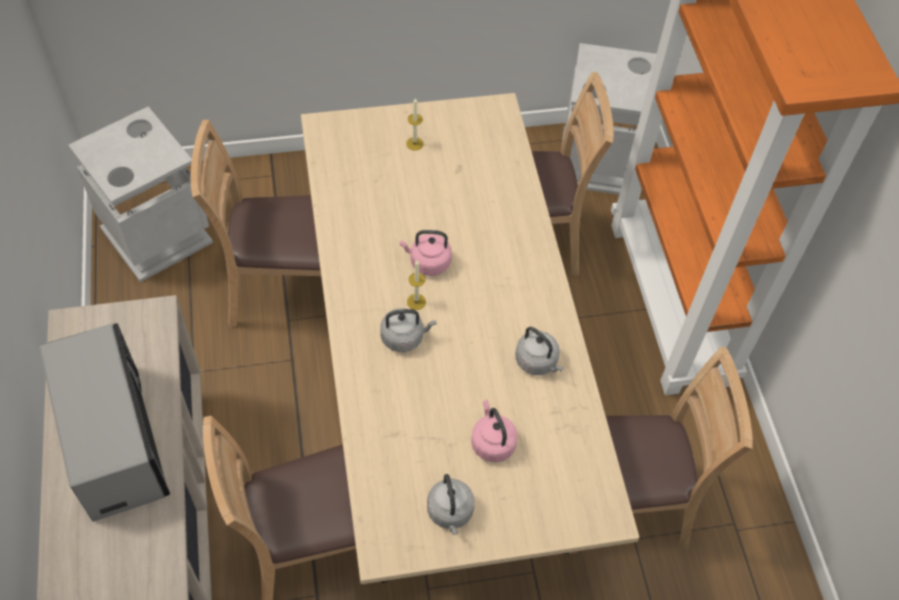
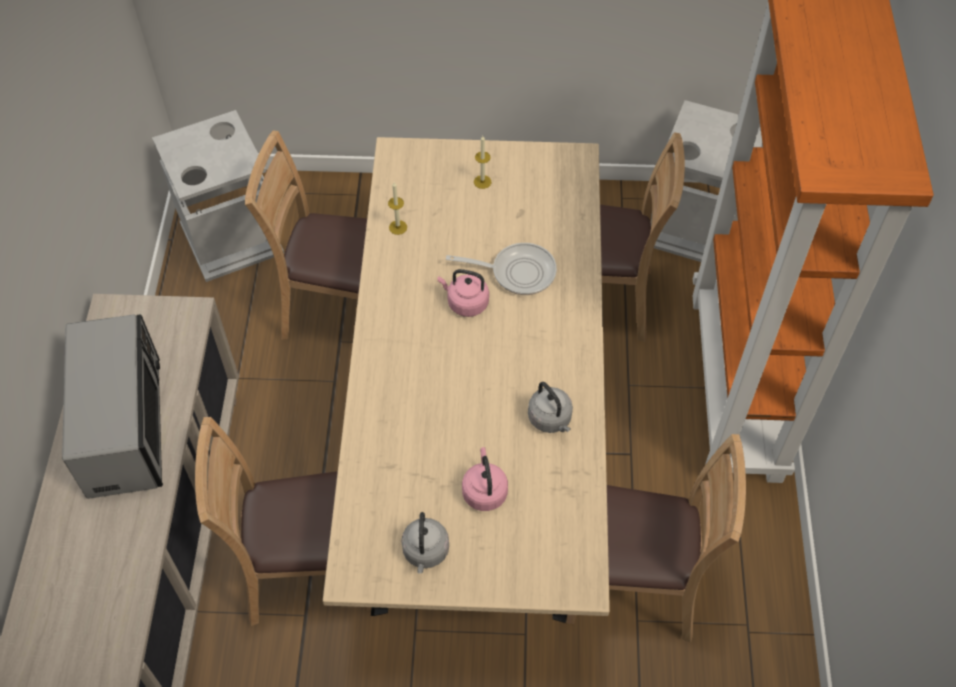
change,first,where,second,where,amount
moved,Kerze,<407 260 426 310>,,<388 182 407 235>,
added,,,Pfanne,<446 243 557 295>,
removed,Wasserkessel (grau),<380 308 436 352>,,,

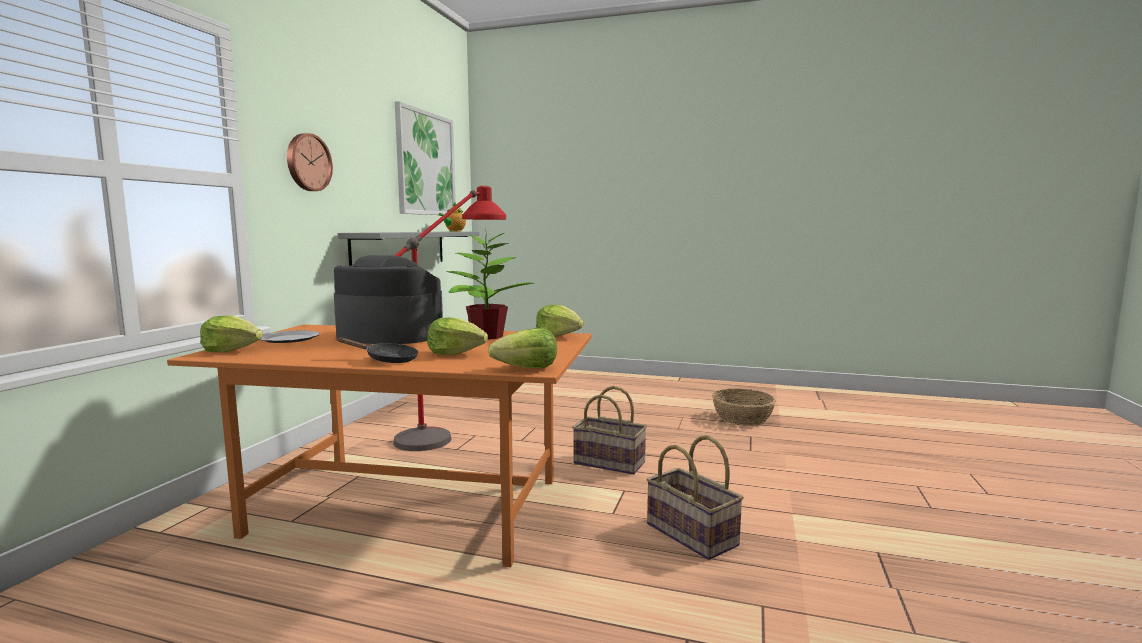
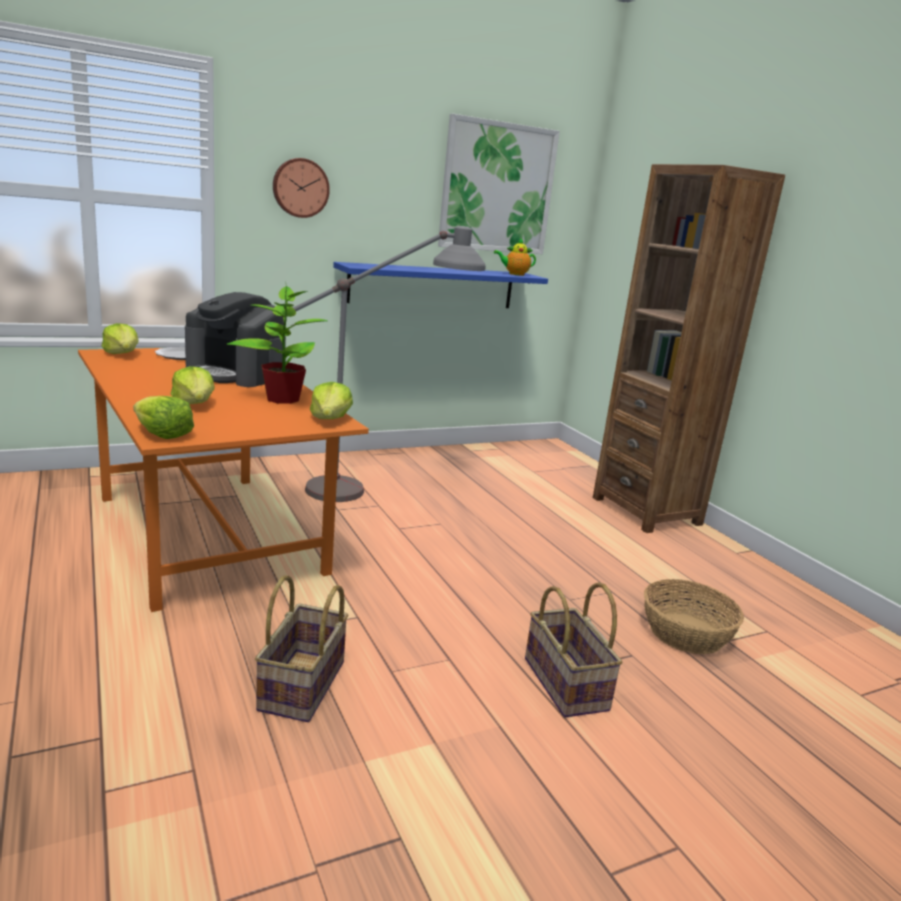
change,first,where,second,where,amount
turned,Kaffeemaschine,<334 255 443 344>,,<185 292 286 387>,150 degrees clockwise
recoloured,Stehlampe (rot),<393 186 506 451>,Stehlampe (grau),<293 226 486 502>,
recoloured,Wandregal (grau),<338 232 479 266>,Wandregal (blau),<333 262 548 308>,
moved,Korb,<572 386 647 475>,,<525 582 623 717>,
added,,,Bücherregal (braun),<593 164 785 533>,
removed,Pfanne (schwarz),<337 338 418 363>,,,

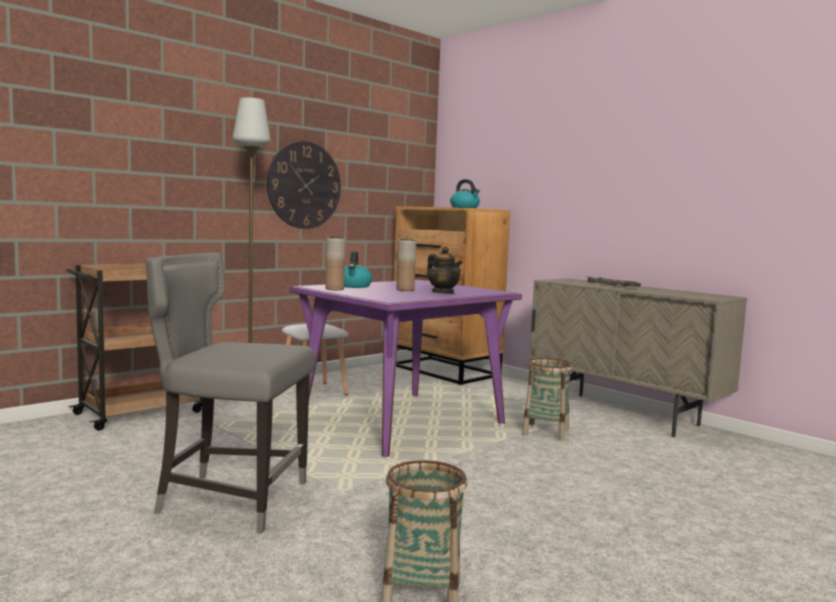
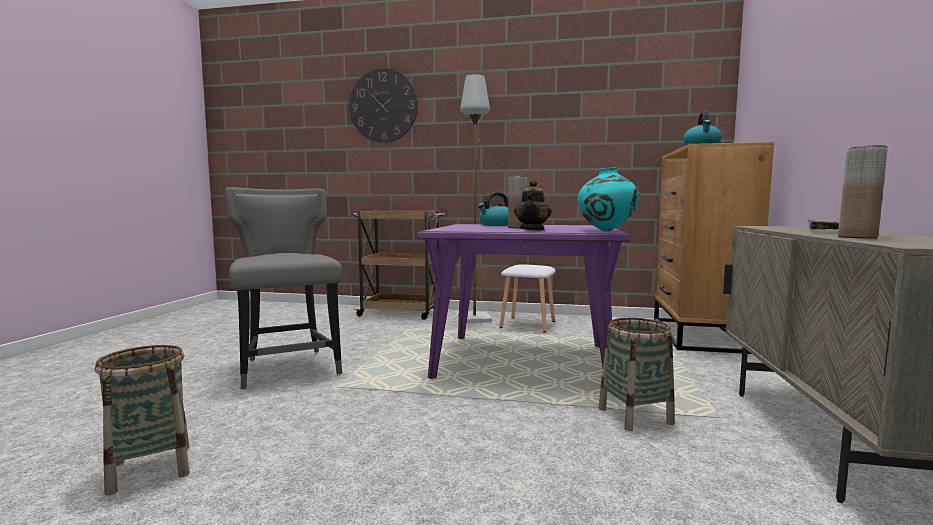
change,first,where,second,where,amount
moved,Wanduhr,<267 141 341 229>,,<349 68 418 143>,
added,,,Vase (türkis),<578 167 640 232>,
moved,Vase (braun),<325 237 345 290>,,<838 145 888 238>,

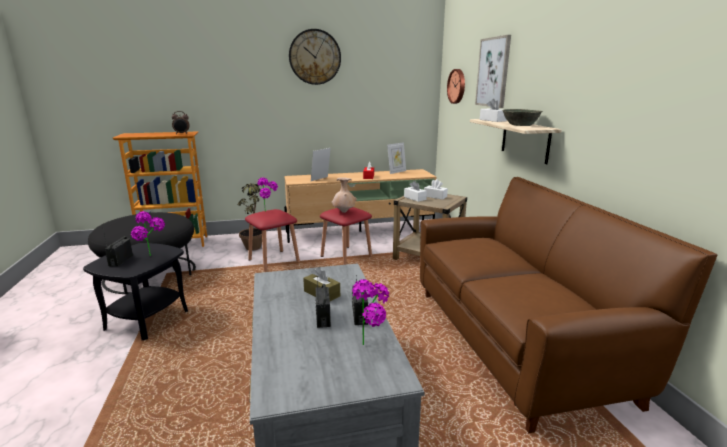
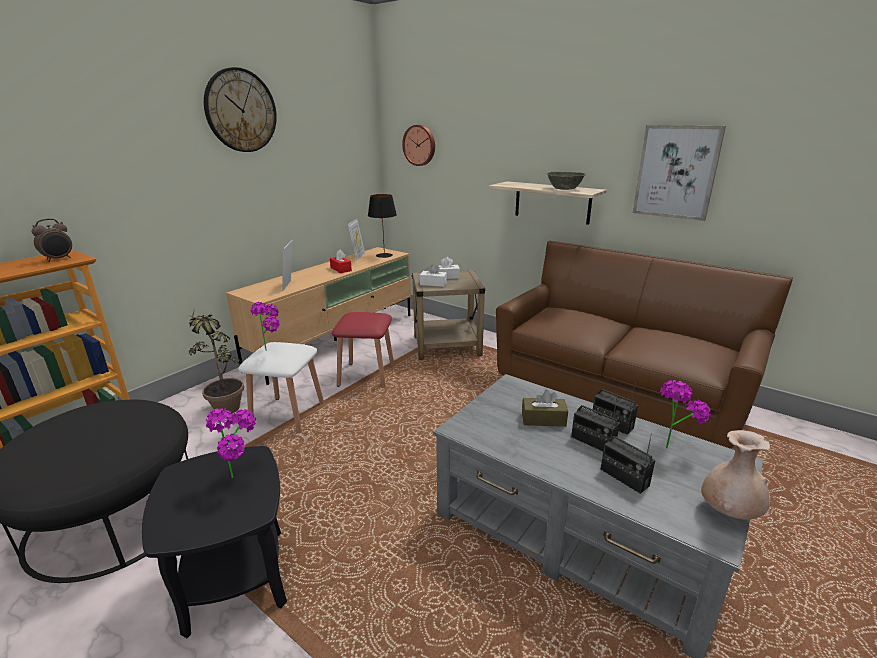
change,first,where,second,where,amount
recoloured,Hocker (rot),<245 209 300 272>,Hocker (weiß),<238 342 324 433>,
added,,,Tischlampe (schwarz),<368 194 397 258>,
moved,Radio,<103 230 133 266>,,<601 433 655 494>,
moved,Bild,<475 35 511 108>,,<633 125 726 221>,
moved,Vase (beige),<332 177 357 213>,,<701 430 771 520>,
removed,Taschentuchbox (weiß),<480 99 507 122>,,,

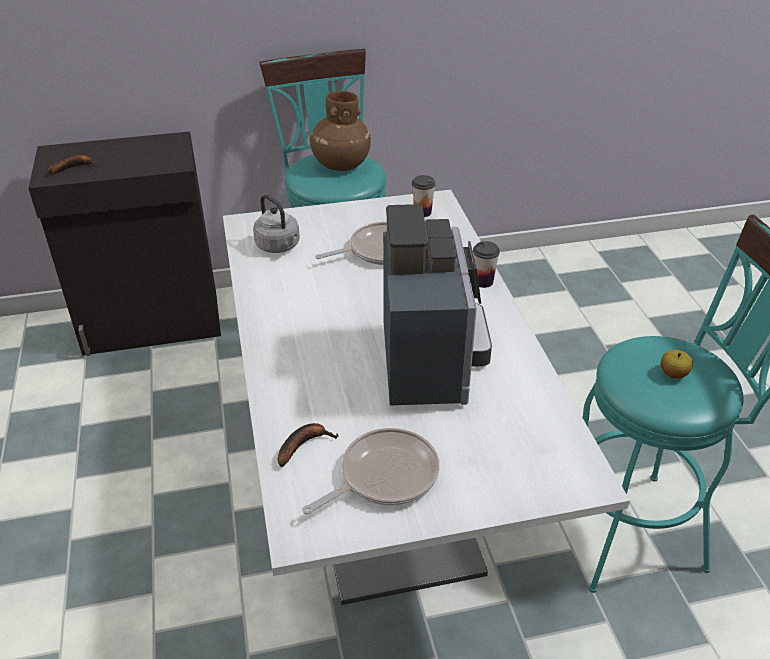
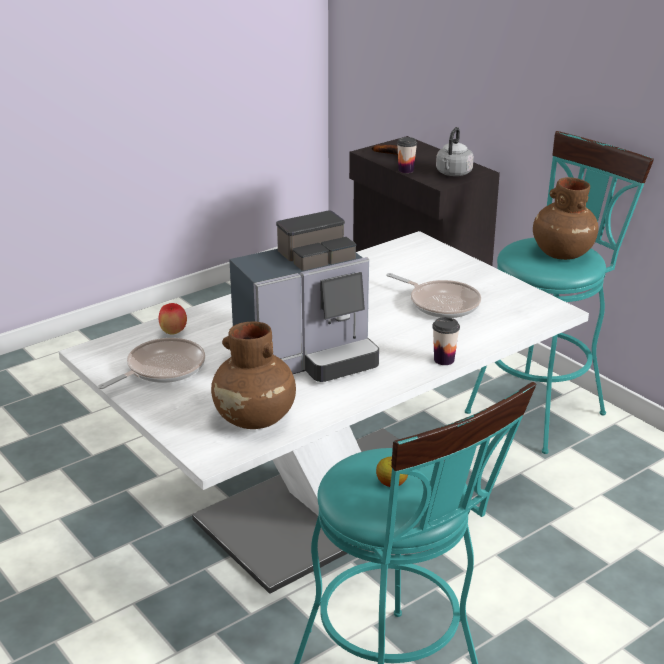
change,first,where,second,where,amount
turned,Pfanne,<302 428 439 514>,,<98 338 205 389>,75 degrees counterclockwise
replaced,Banane,<278 423 339 467>,Apfel,<159 303 187 335>,
added,,,Vase (braun),<211 322 296 429>,
moved,Tasse,<412 175 436 217>,,<397 137 417 173>,
moved,Wasserkessel (grau),<253 195 300 253>,,<436 127 474 176>,

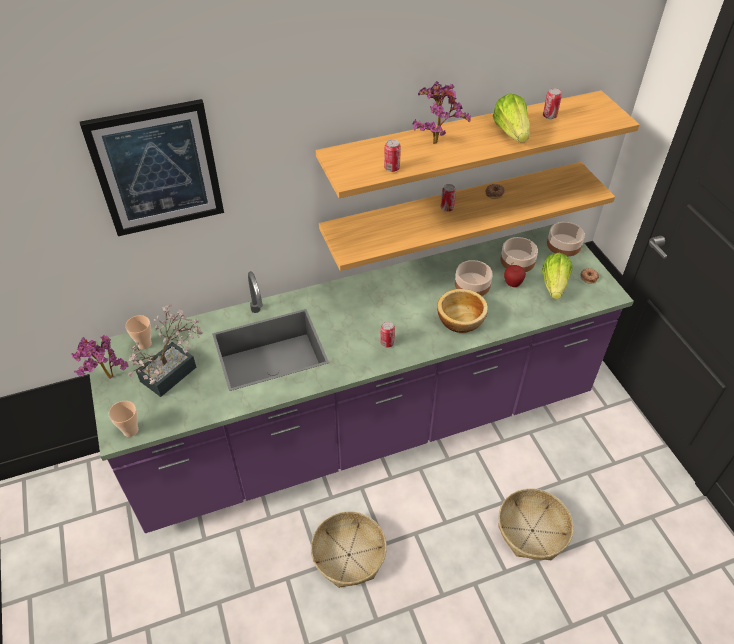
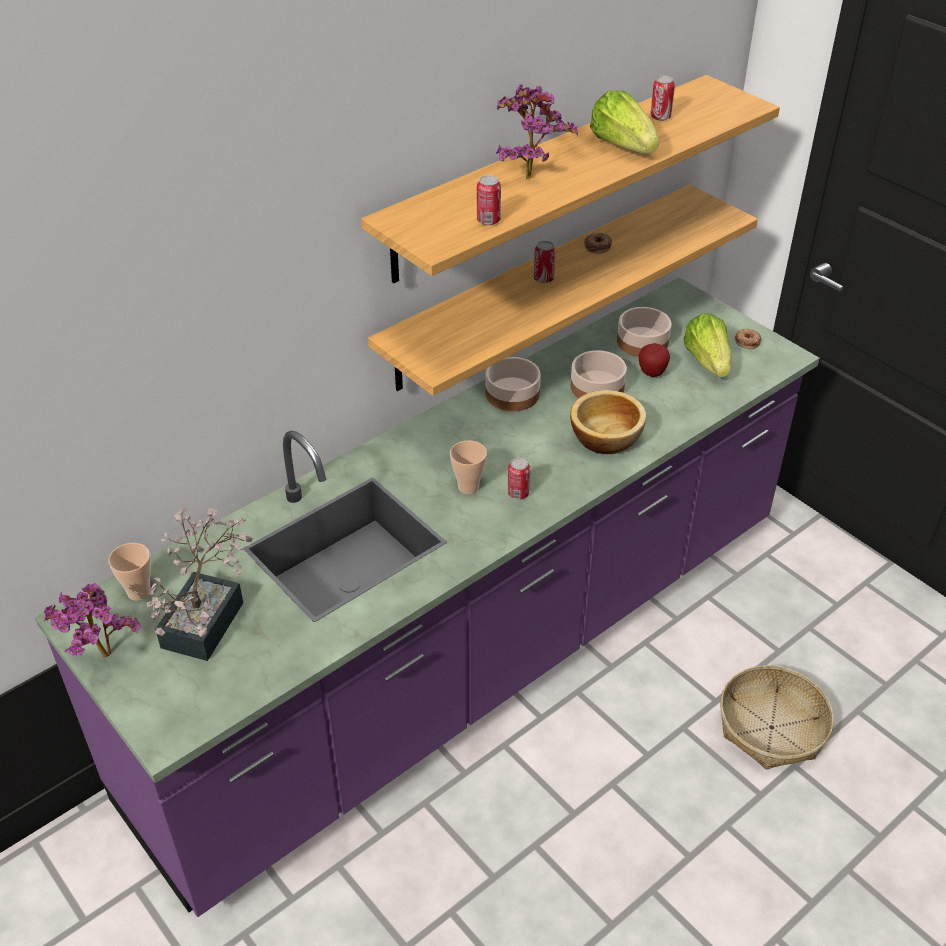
change,first,where,second,where,amount
moved,Tasse,<109 401 138 437>,,<450 440 487 494>,
moved,Schüssel,<547 222 585 256>,,<485 357 541 411>,
removed,Bild,<80 99 224 236>,,,
removed,Korb,<311 511 387 588>,,,

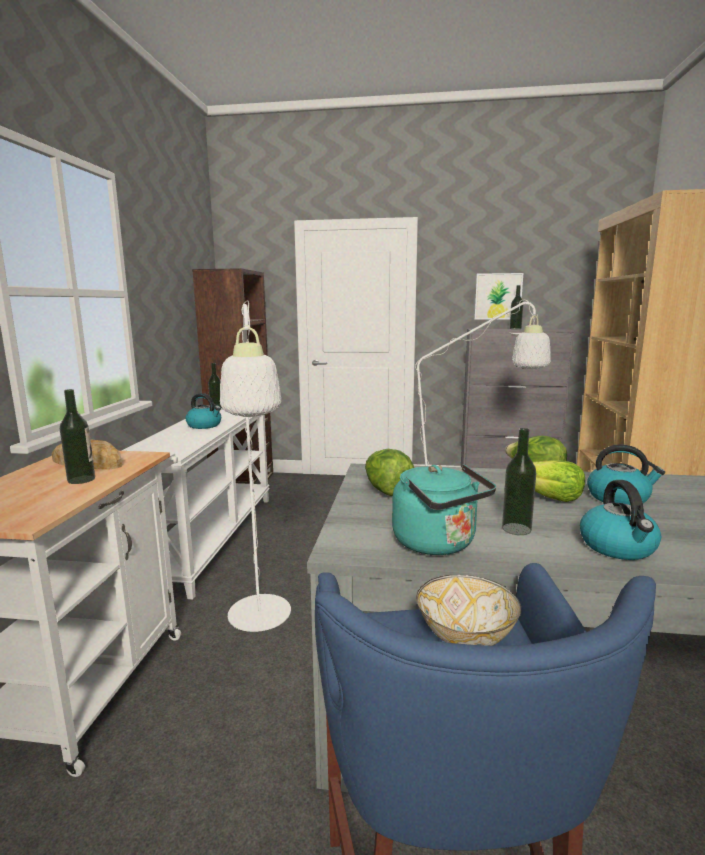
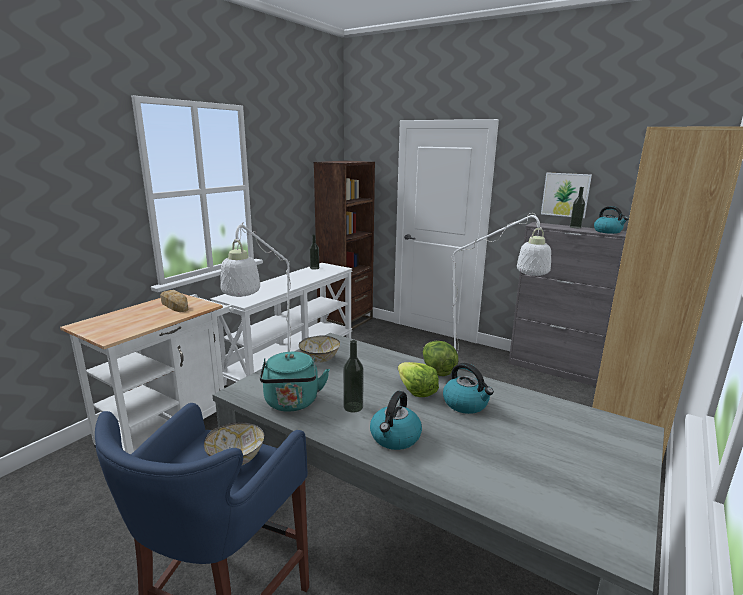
change,first,where,second,where,amount
replaced,Salatkopf,<365 449 414 496>,Schüssel,<299 335 340 363>,
moved,Wasserkessel,<186 393 221 429>,,<594 206 628 234>,
removed,Flasche,<60 389 95 484>,,,

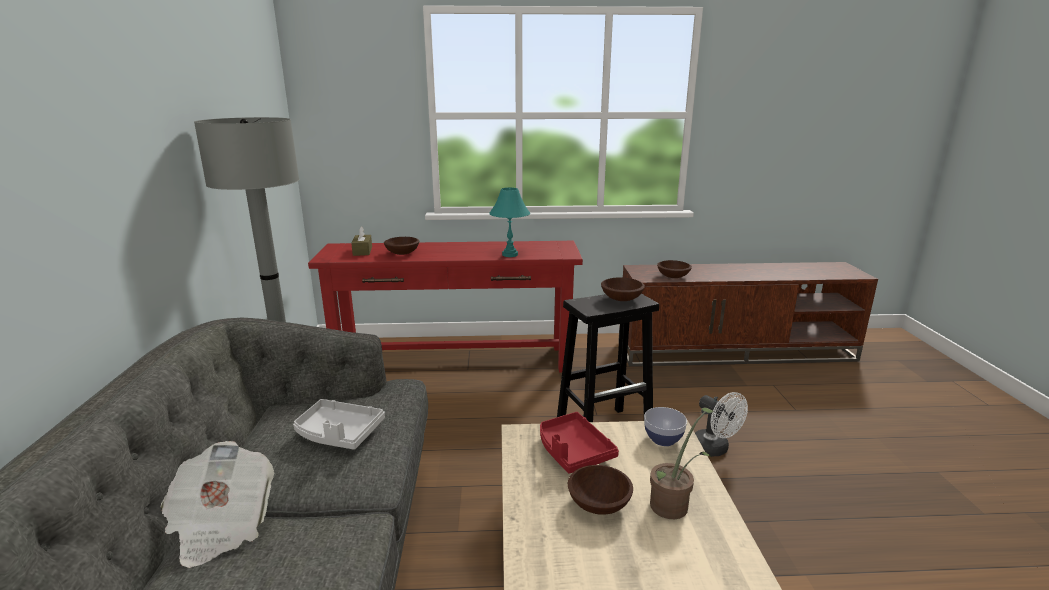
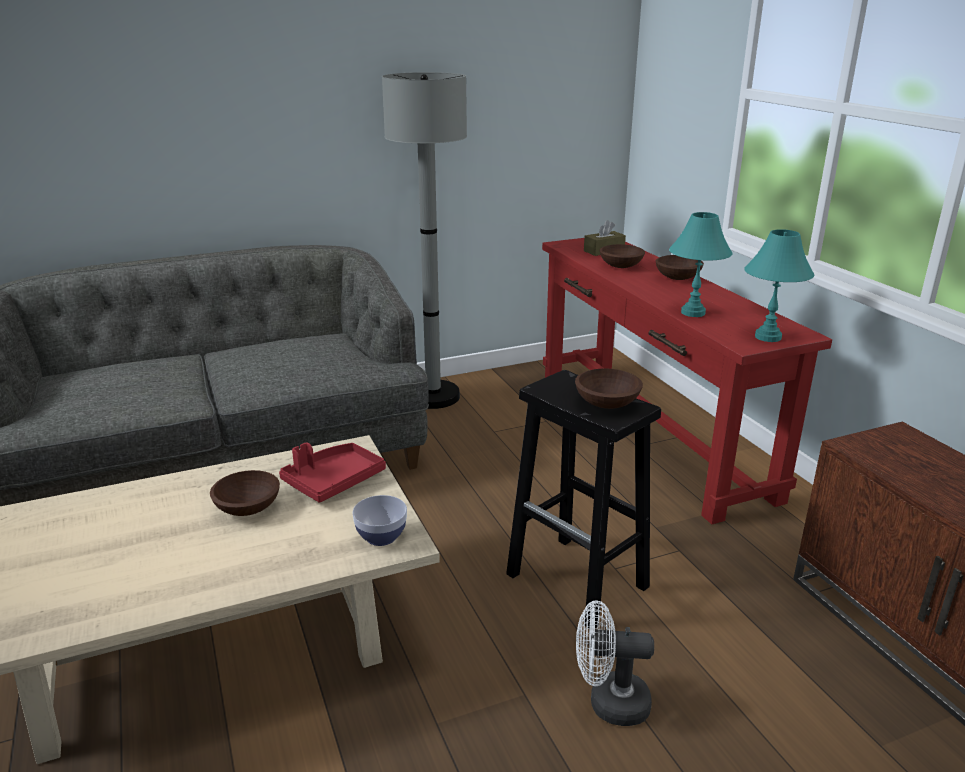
change,first,where,second,where,amount
turned,Ventilator (weiß),<695 392 748 456>,,<576 600 654 726>,60 degrees clockwise
moved,Schüssel (braun),<657 260 692 278>,,<656 255 704 280>,
added,,,Tischlampe (türkis),<744 229 814 342>,
removed,Zeitung,<160 441 275 568>,,,
removed,Tablett (grau),<293 399 385 450>,,,
removed,Topfpflanze,<650 408 713 519>,,,

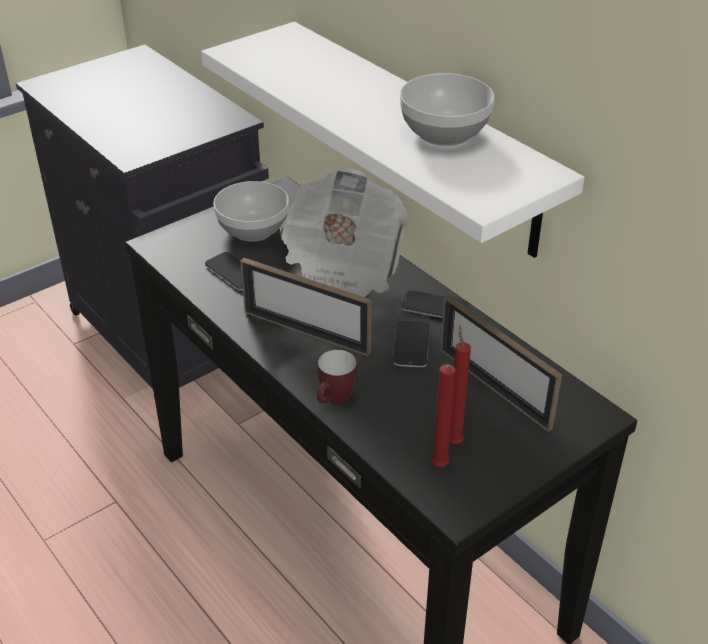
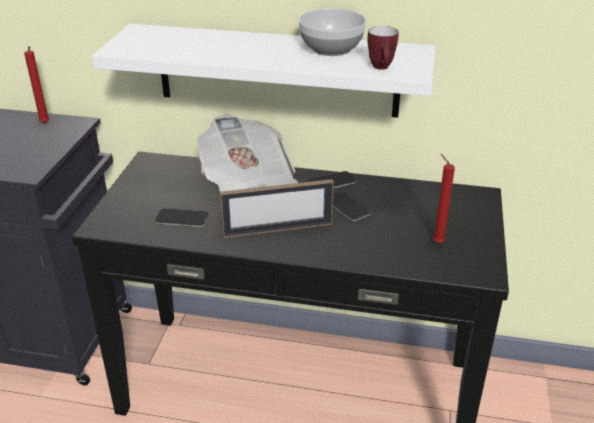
change,first,where,second,where,amount
moved,Kerze (rot),<432 364 455 467>,,<24 46 50 123>,
moved,Henkelbecher,<317 350 357 405>,,<367 26 399 70>,
removed,Schüssel,<213 181 289 242>,,,
removed,Bilderrahmen,<440 295 562 432>,,,

